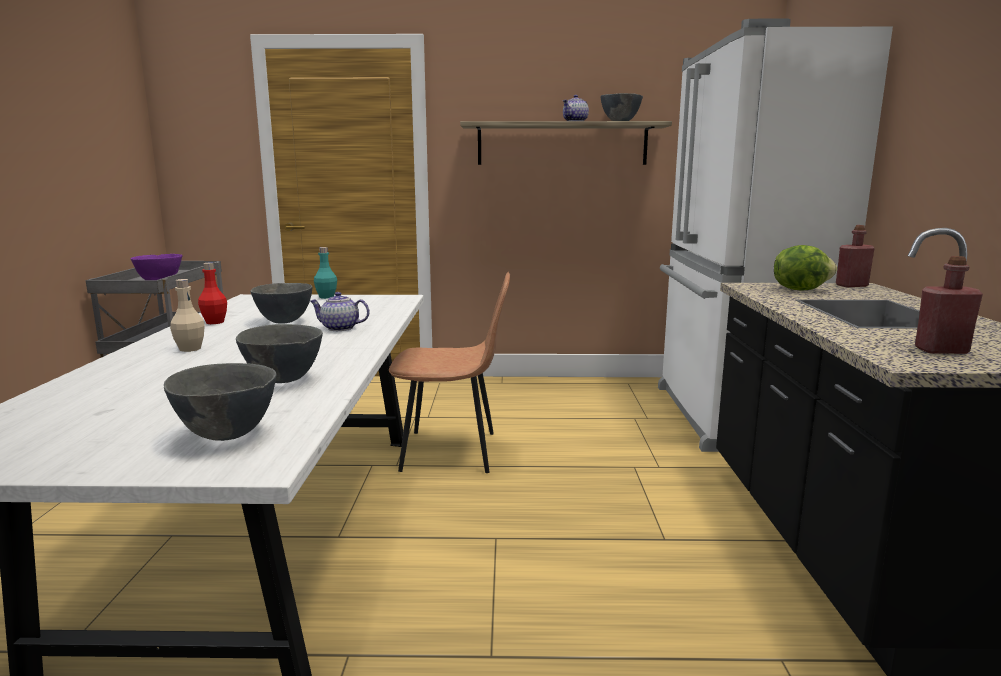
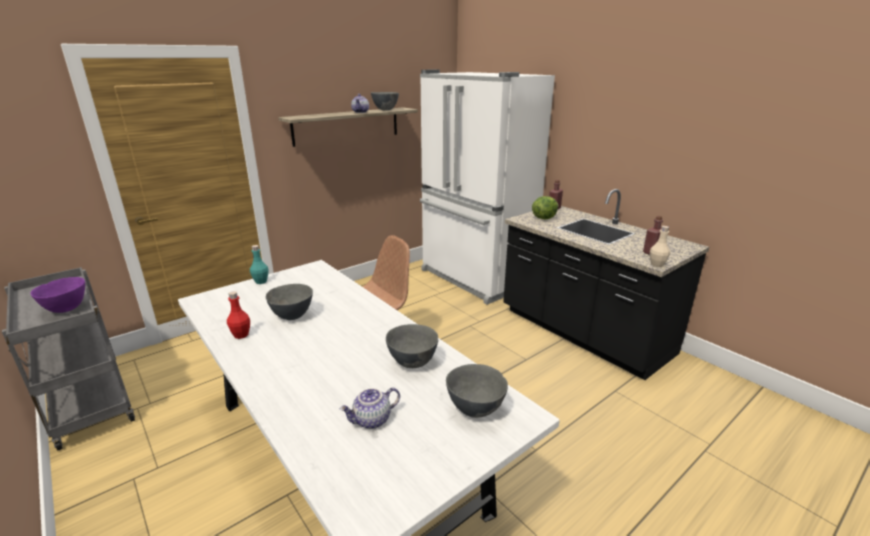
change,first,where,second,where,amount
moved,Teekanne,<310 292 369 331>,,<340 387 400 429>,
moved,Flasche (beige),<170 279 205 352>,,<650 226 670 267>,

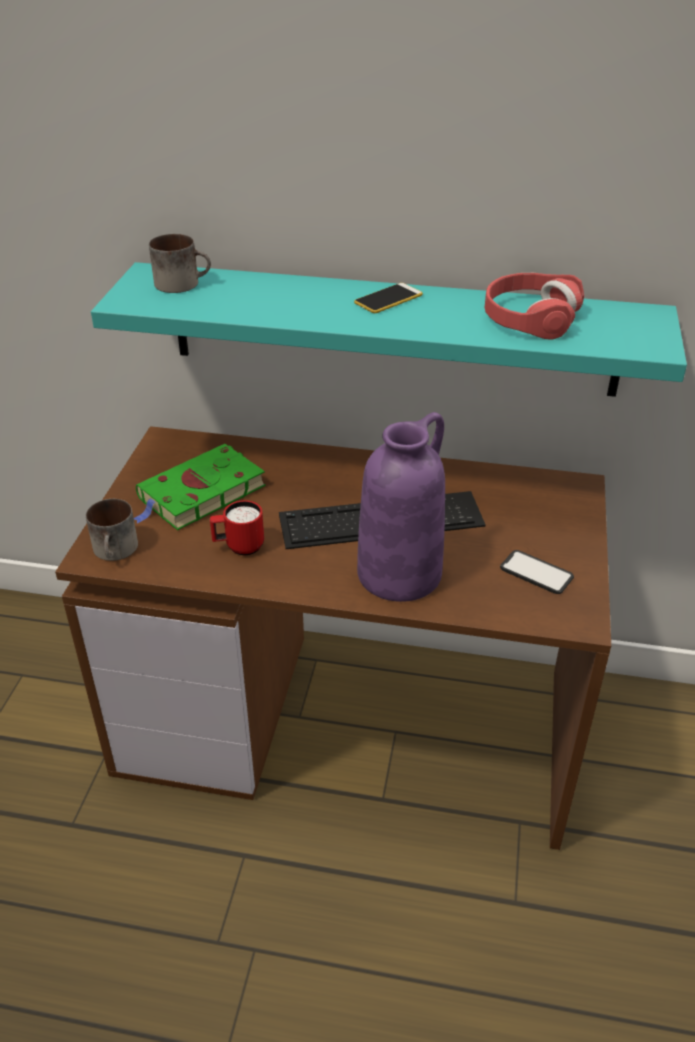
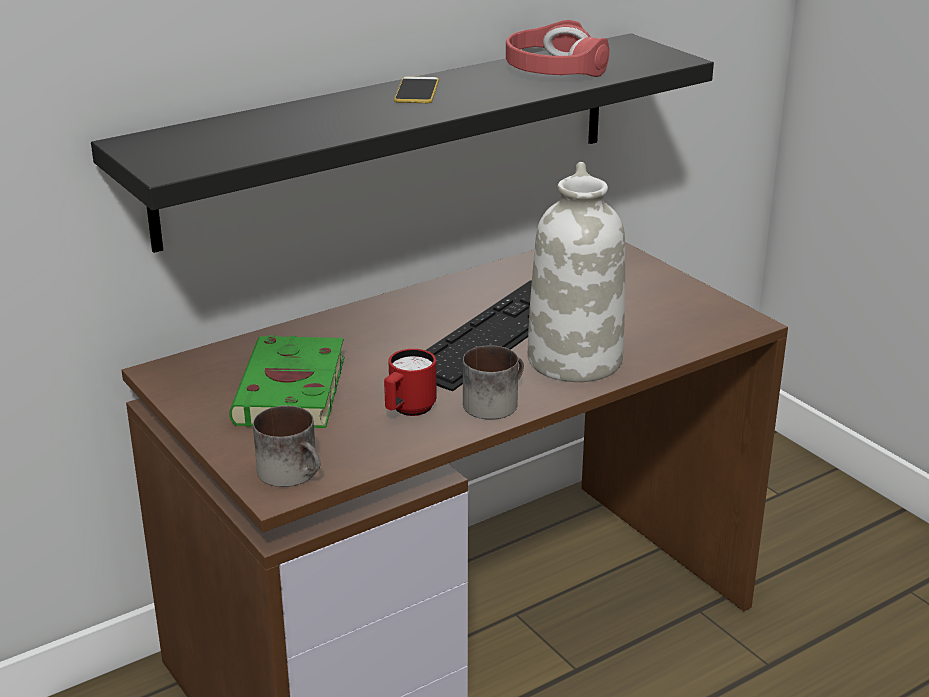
change,first,where,second,where,amount
recoloured,Wandregal (türkis),<91 262 687 397>,Wandregal (schwarz),<91 33 714 253>,
moved,Henkelbecher,<149 234 211 293>,,<463 345 524 420>,
recoloured,Vase (lila),<357 412 445 602>,Vase (weiß),<528 162 625 382>,
removed,Handy,<500 550 574 594>,,,

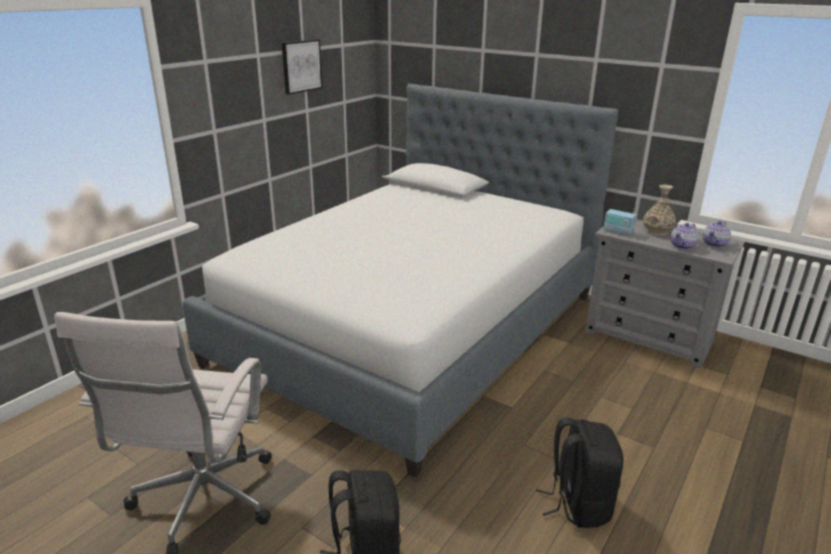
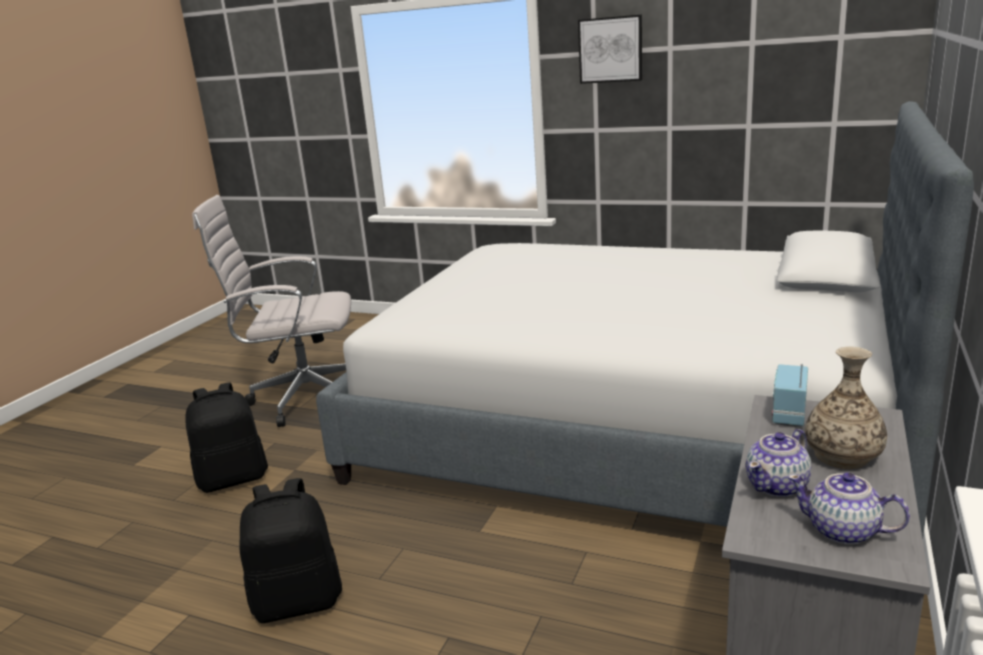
change,first,where,second,where,amount
moved,Bild,<282 39 322 95>,,<578 15 642 84>,
turned,Teekanne,<671 223 699 250>,,<746 429 811 497>,75 degrees counterclockwise

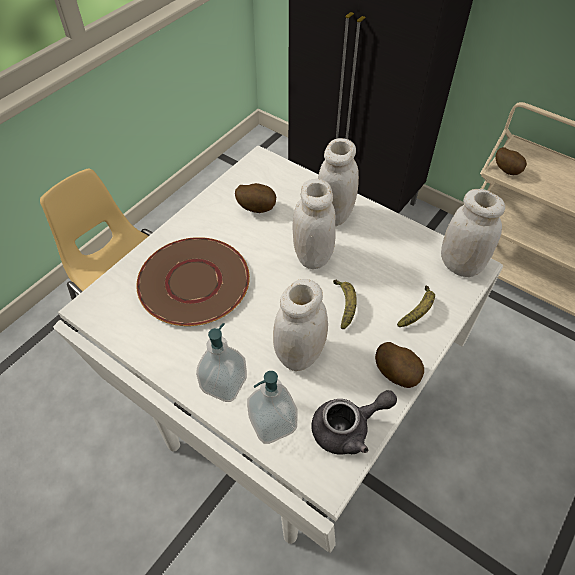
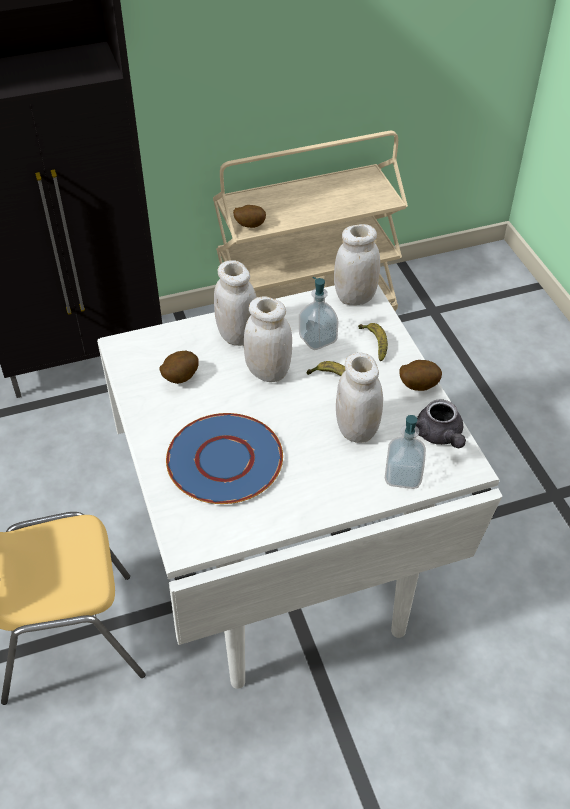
change,first,where,second,where,amount
recoloured,Teller (braun),<136 237 250 326>,Teller (blau),<166 413 283 504>,
moved,Seifenspender,<196 323 247 402>,,<299 277 338 350>,
turned,Teekanne (grau),<312 390 397 455>,,<416 399 466 448>,150 degrees clockwise

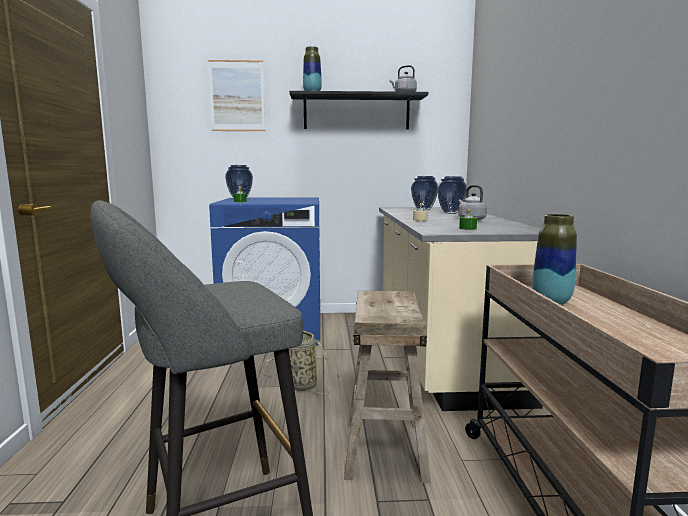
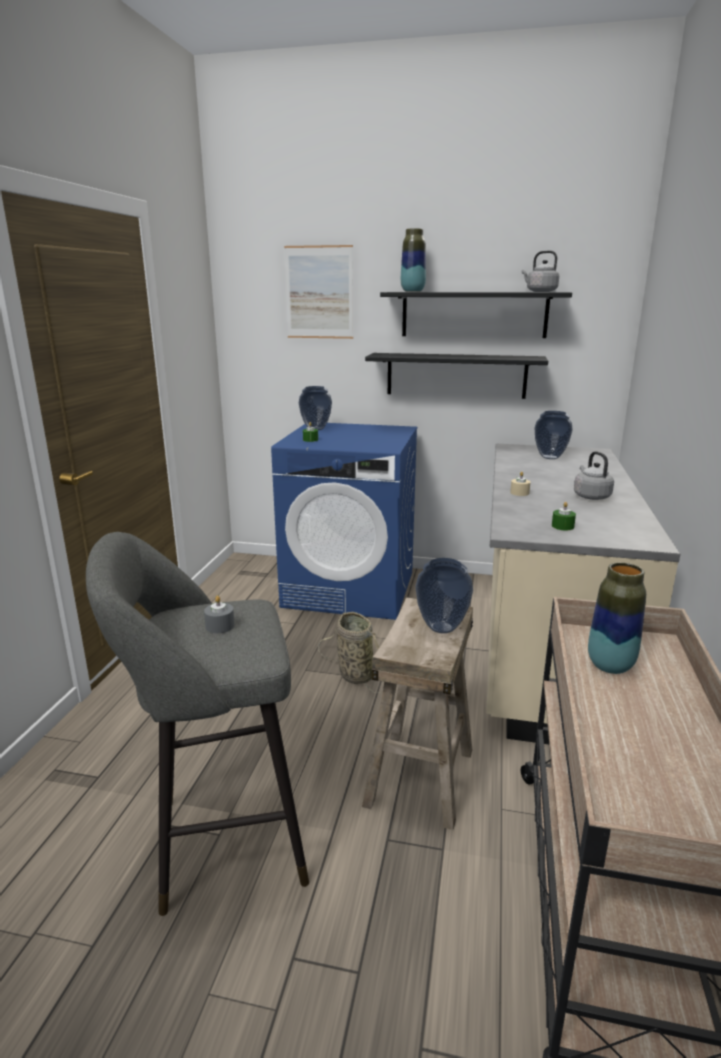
change,first,where,second,where,amount
added,,,Kerze (grau),<204 595 235 633>,
added,,,Wandregal (schwarz),<365 353 548 399>,
moved,Vase,<437 176 467 214>,,<415 558 473 633>,

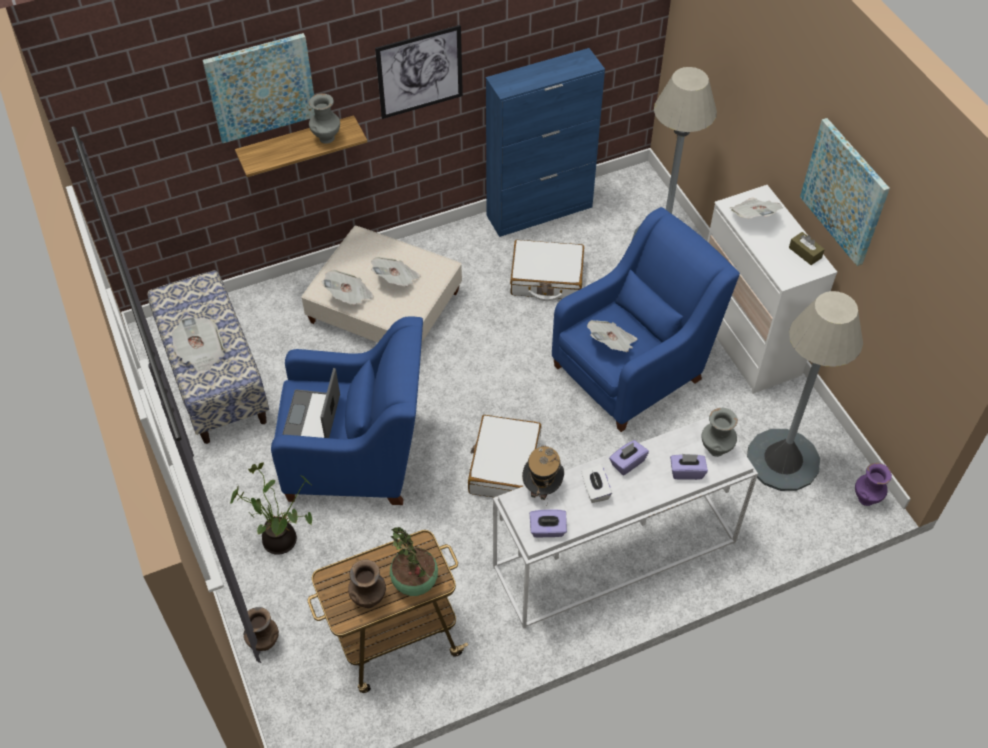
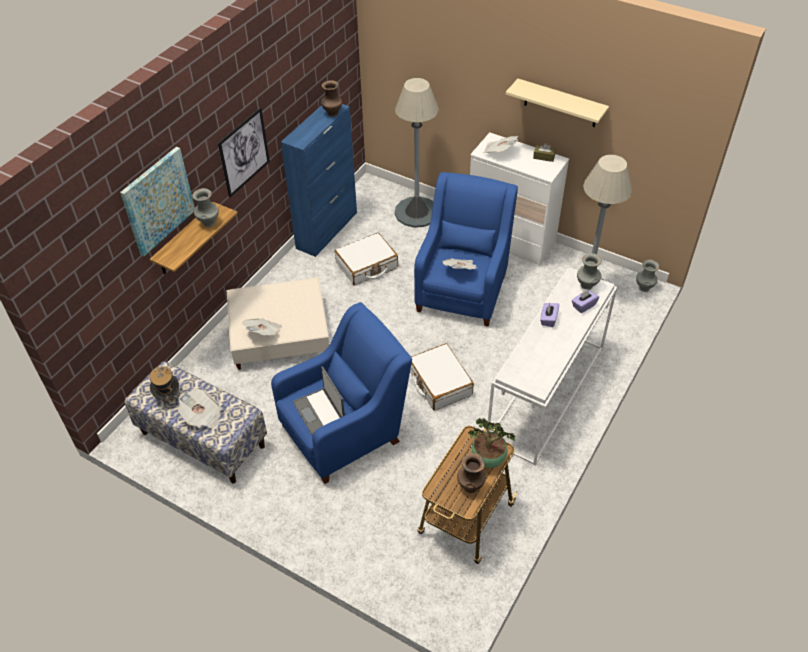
change,first,where,second,where,amount
moved,Hut,<522 445 564 507>,,<150 366 179 403>,
moved,Vase (braun),<244 607 279 651>,,<321 80 342 117>,
replaced,Bild,<800 118 890 266>,Wandregal (beige),<506 79 609 127>,
recoloured,Vase (lila),<855 463 892 506>,Vase (grau),<636 260 659 292>,
removed,Topfpflanze,<230 462 313 555>,,,
removed,Zeitung,<371 257 421 287>,,,
removed,Taschentuchbox (lila),<530 509 567 538>,,,
removed,Taschentuchbox (weiß),<581 464 612 503>,,,

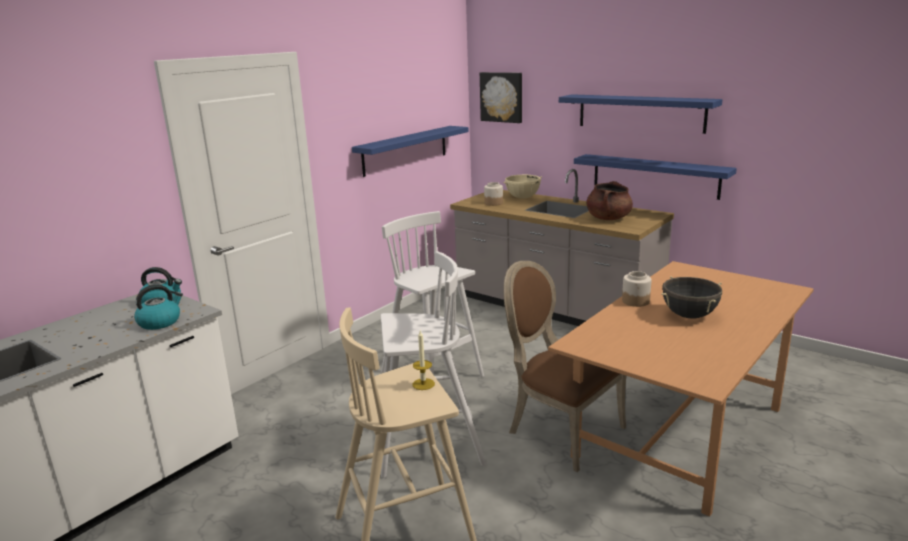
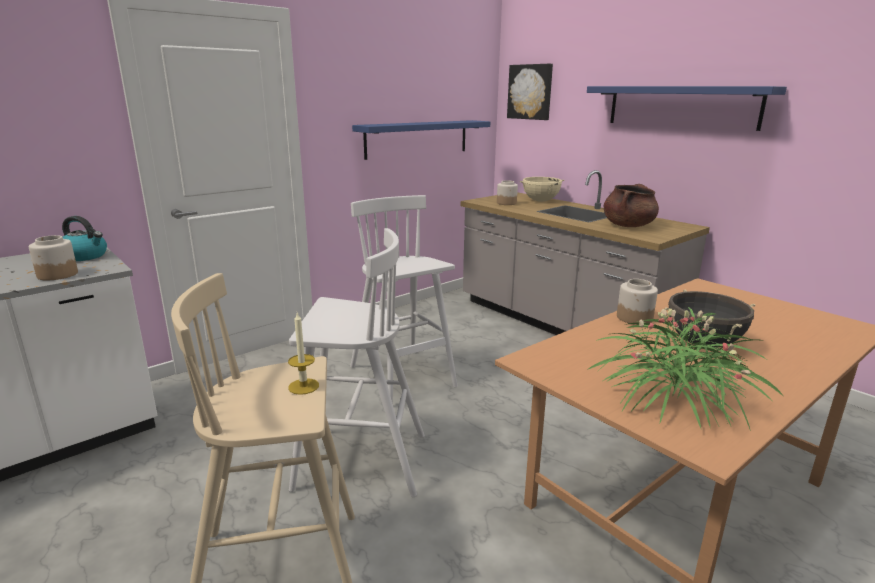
change,first,where,second,where,amount
replaced,Wasserkessel,<134 285 183 330>,Vorratsglas,<29 235 78 280>,
added,,,Topfpflanze,<587 306 783 431>,
removed,Stuhl (braun),<503 261 627 472>,,,
removed,Wandregal (blau),<574 154 737 200>,,,

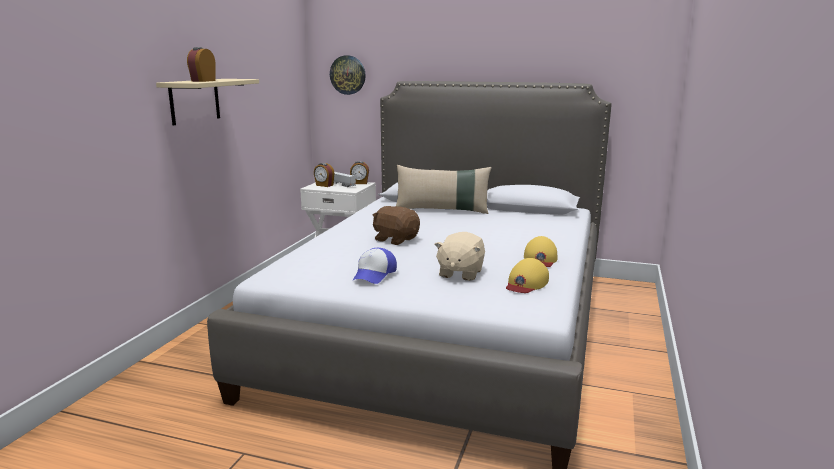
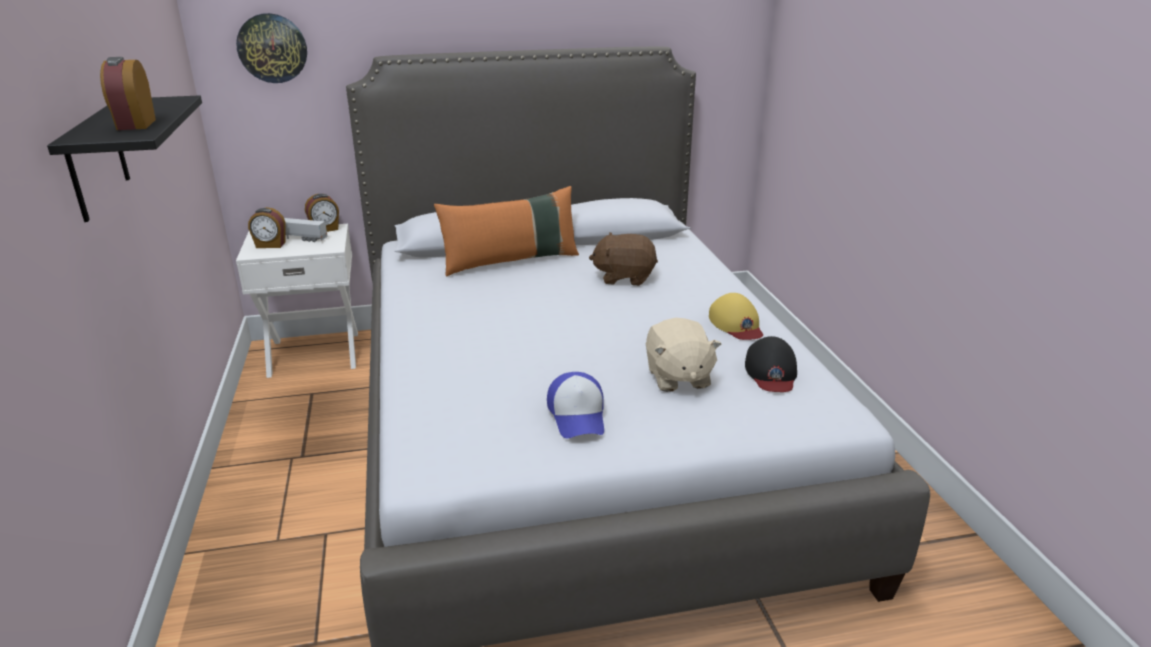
change,first,where,second,where,amount
recoloured,Wandregal (beige),<156 79 259 126>,Wandregal (schwarz),<47 95 202 222>,
recoloured,Kissen (beige),<396 165 491 214>,Kissen (orange),<434 186 579 276>,
moved,Plüschtier (braun),<373 206 420 245>,,<589 232 658 286>,
recoloured,Kappe (gelb),<506 258 549 293>,Kappe (schwarz),<745 336 797 392>,

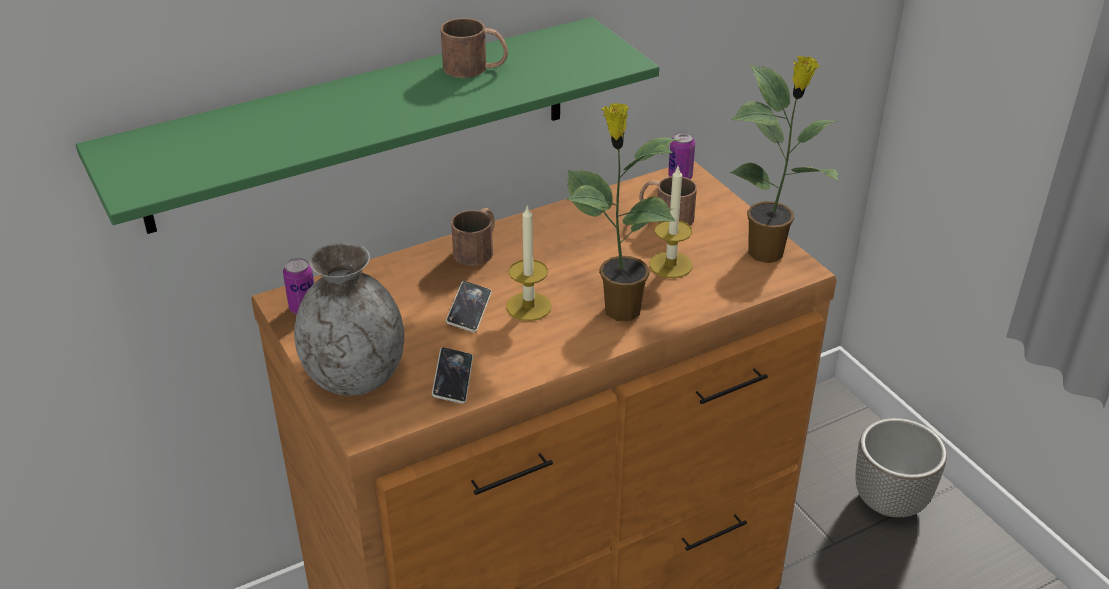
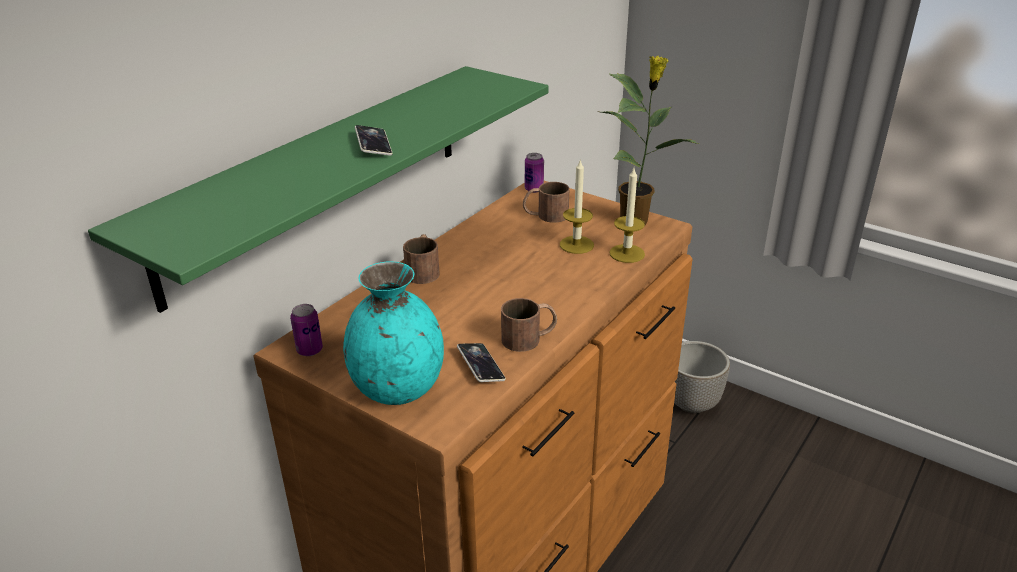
change,first,where,second,where,amount
recoloured,Vase (grau),<294 242 404 396>,Vase (türkis),<343 261 444 405>,
moved,Handy,<446 281 492 332>,,<355 125 393 156>,
moved,Henkelbecher (braun),<441 18 508 78>,,<501 298 557 352>,
moved,Kerze,<506 204 552 321>,,<609 168 645 263>,
removed,Topfpflanze,<566 103 680 321>,,,

